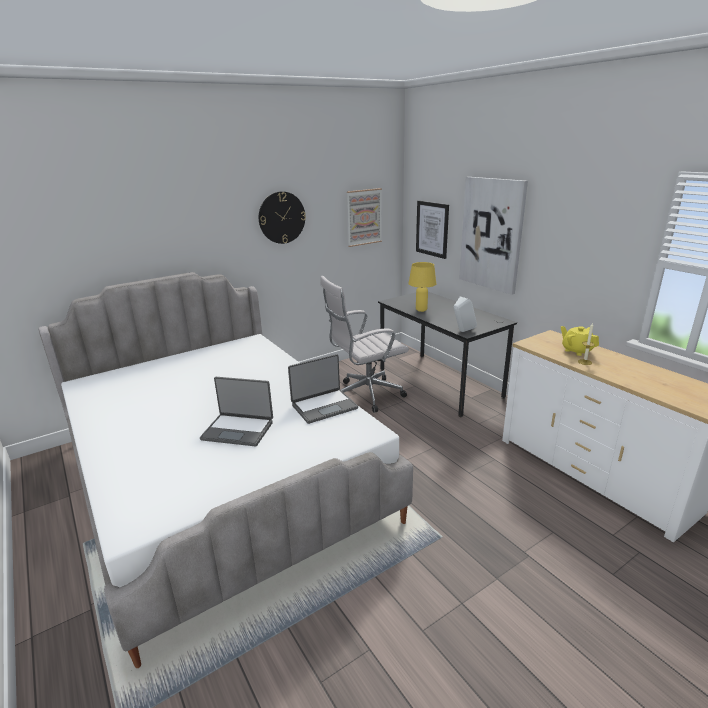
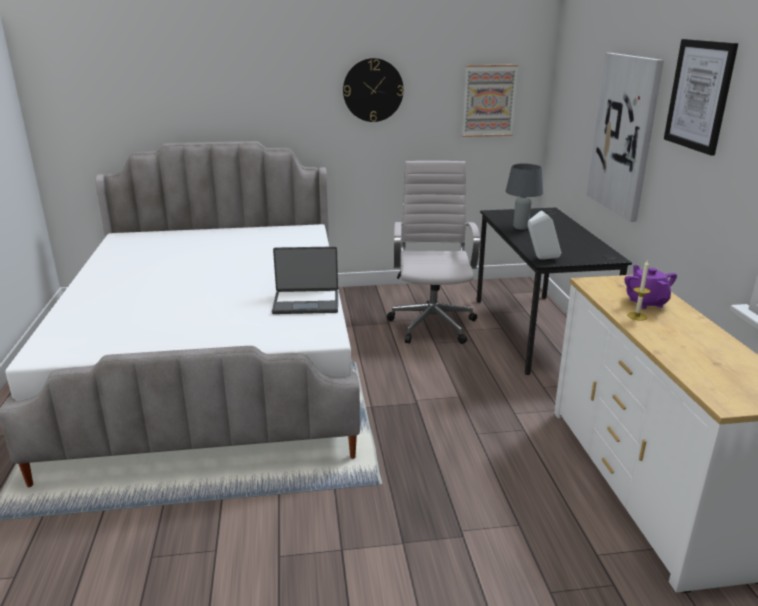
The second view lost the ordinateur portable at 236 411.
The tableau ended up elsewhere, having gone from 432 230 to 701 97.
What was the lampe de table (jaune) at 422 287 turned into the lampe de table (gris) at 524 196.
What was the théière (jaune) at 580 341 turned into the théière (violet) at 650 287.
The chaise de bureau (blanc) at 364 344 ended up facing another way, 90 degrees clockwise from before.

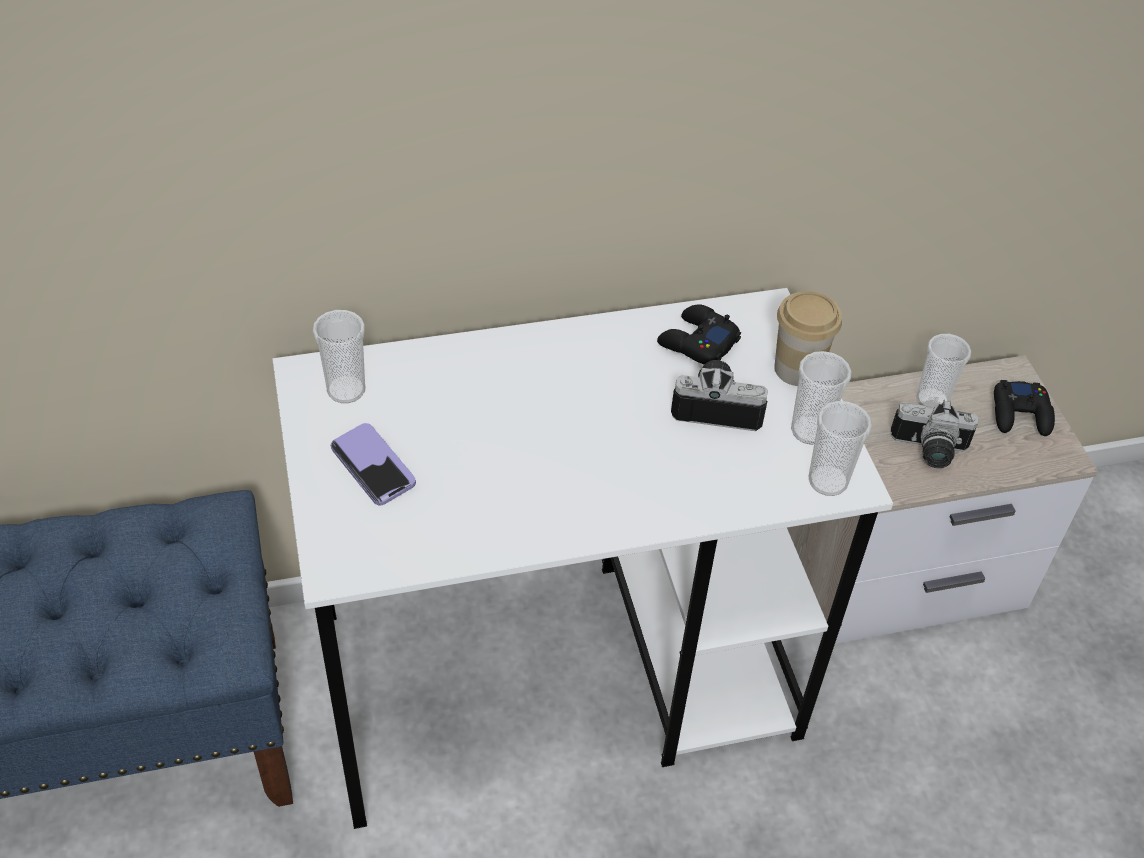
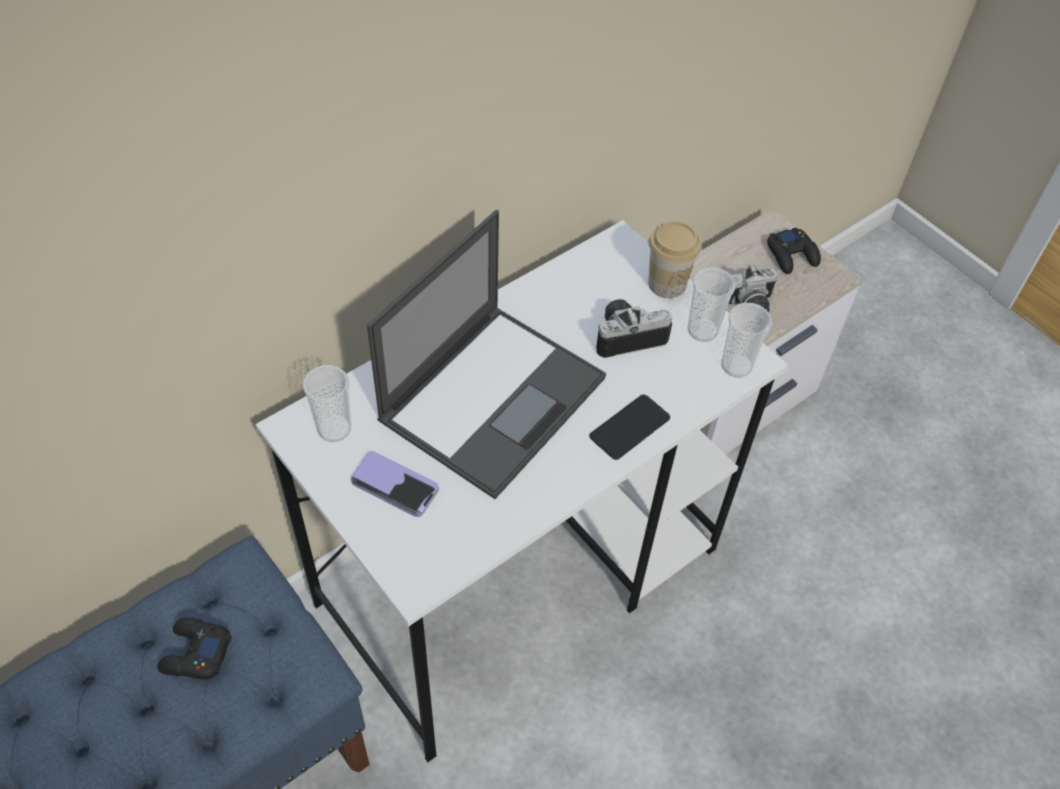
The second view lost the tasse at 943 370.
The second view gained the ordinateur portable at 486 354.
The second view gained the téléphone at 629 427.
The manette (noir) ended up elsewhere, having gone from 699 334 to 194 648.

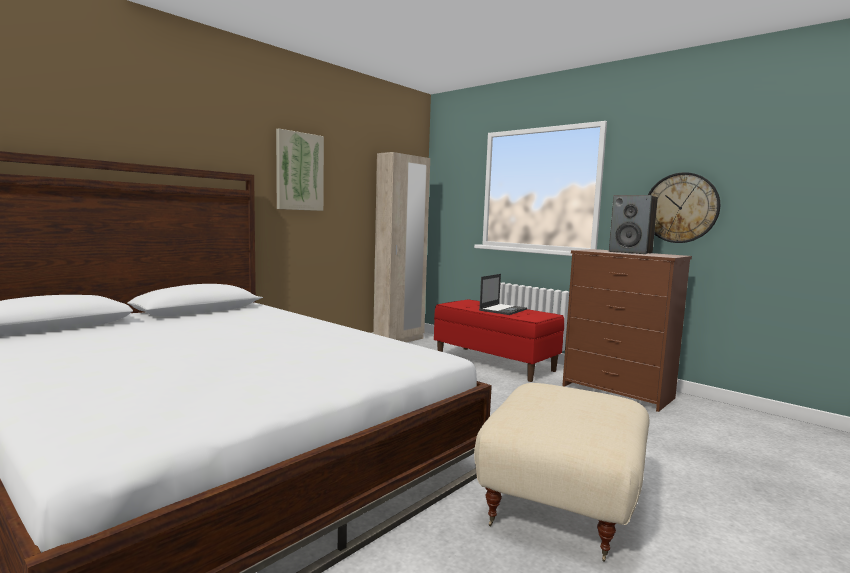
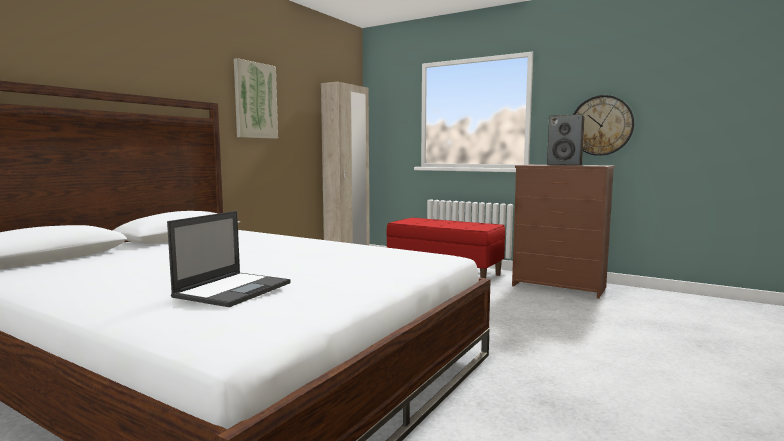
The second view lost the pouf (beige) at 561 472.
The ordinateur portable ended up elsewhere, having gone from 503 294 to 229 259.

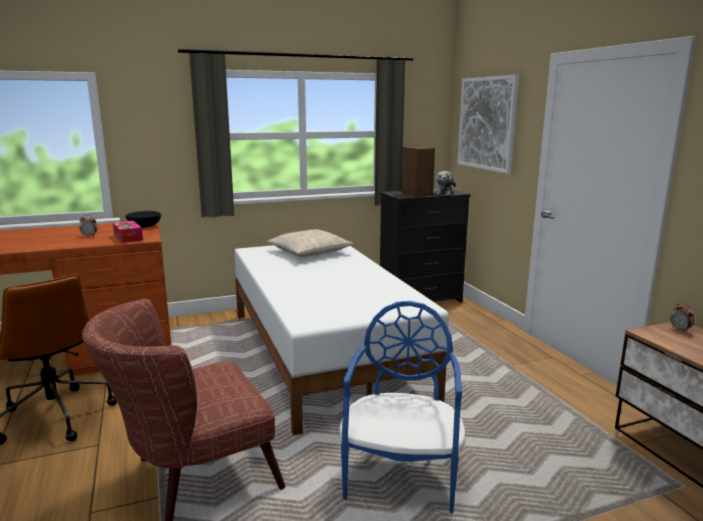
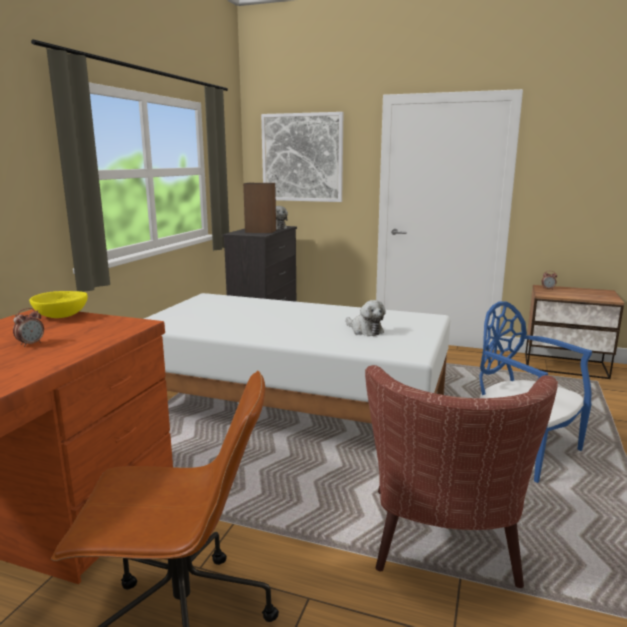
The second view lost the boîte à mouchoirs at 128 232.
The second view lost the coussin (beige) at 310 243.
The second view gained the peluche at 366 318.
What was the bol (noir) at 143 219 turned into the bol (jaune) at 58 304.

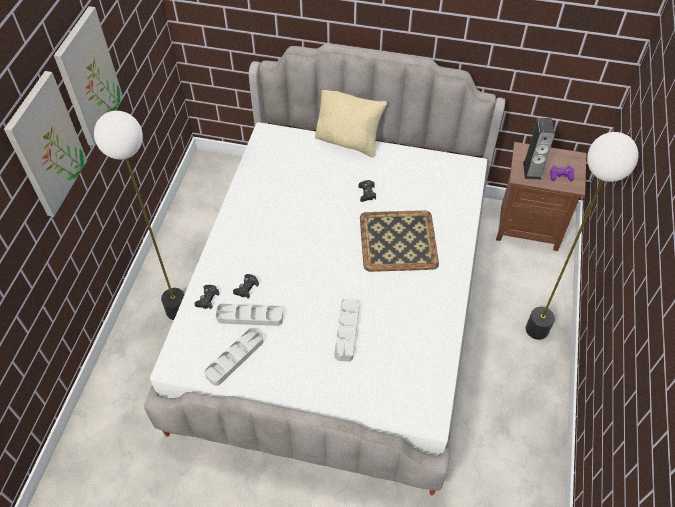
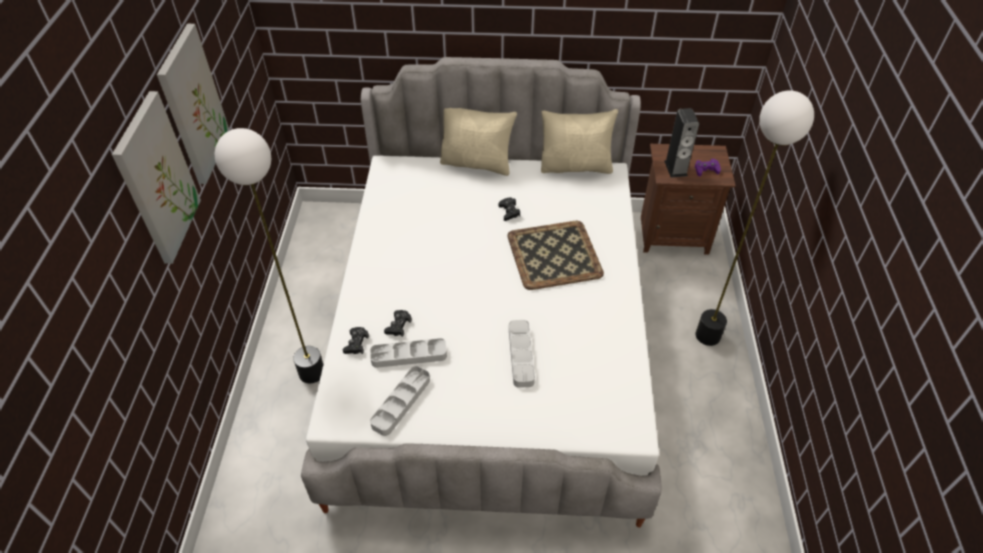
The second view gained the coussin (beige) at 579 141.

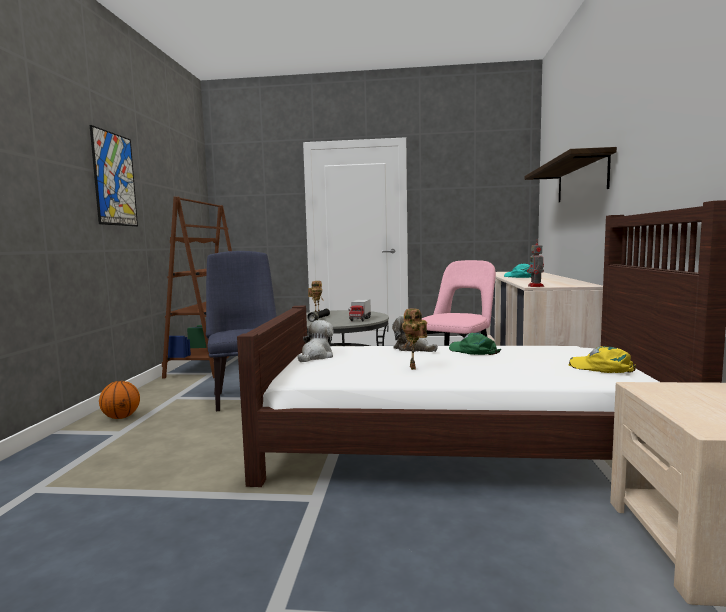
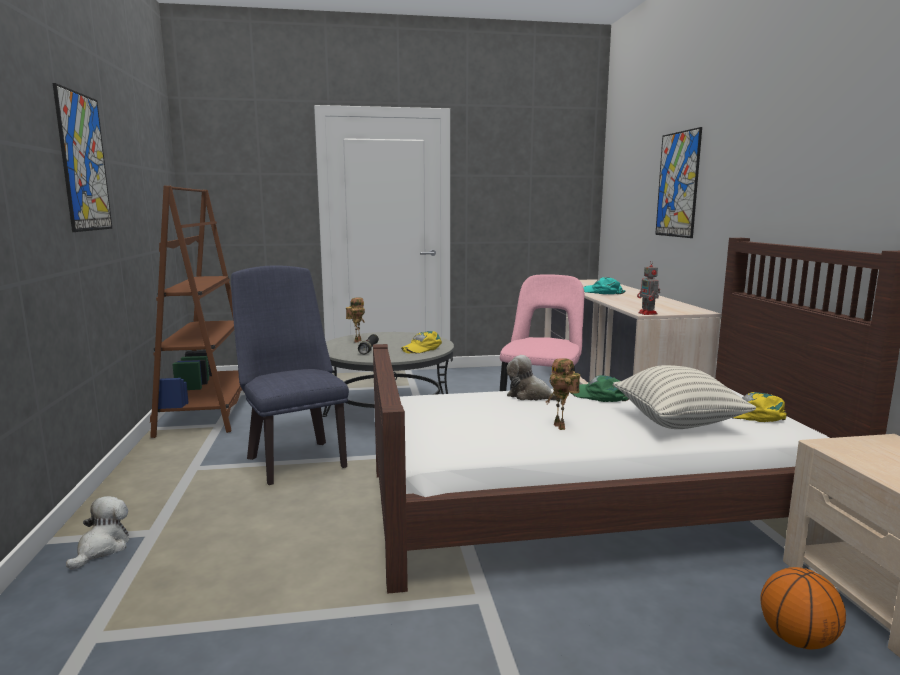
The second view gained the coussin at 684 397.
The ballon de basket ended up elsewhere, having gone from 119 400 to 803 608.
The peluche ended up elsewhere, having gone from 316 341 to 97 533.
Where the camion jouet stood at 360 310, the casquette (jaune) came to stand at 421 342.
Where the étagère hung at 570 174, the tableau came to hang at 678 182.

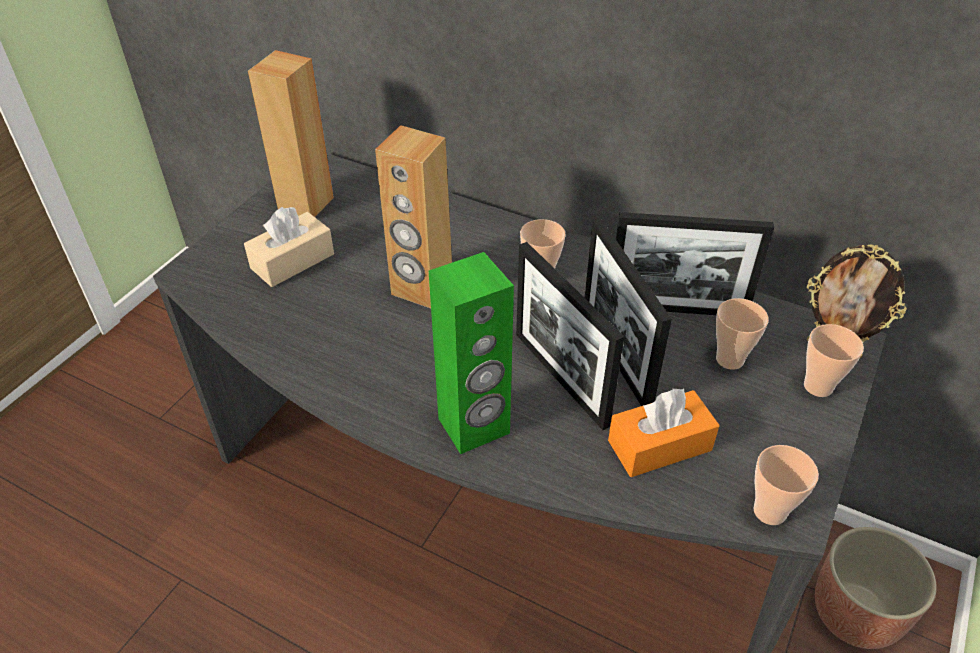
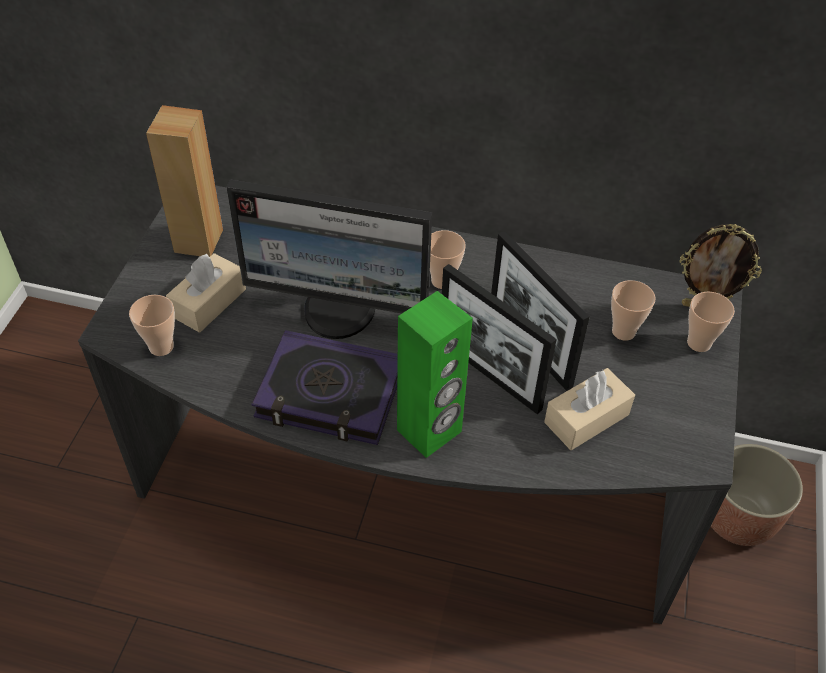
The second view lost the cadre photo at 695 263.
The second view gained the livre at 324 387.
The tasse ended up elsewhere, having gone from 786 485 to 152 325.
Where the enceinte (marron) stood at 413 216, the écran d'ordinateur came to stand at 329 259.
What was the boîte à mouchoirs (orange) at 664 432 turned into the boîte à mouchoirs (beige) at 589 409.

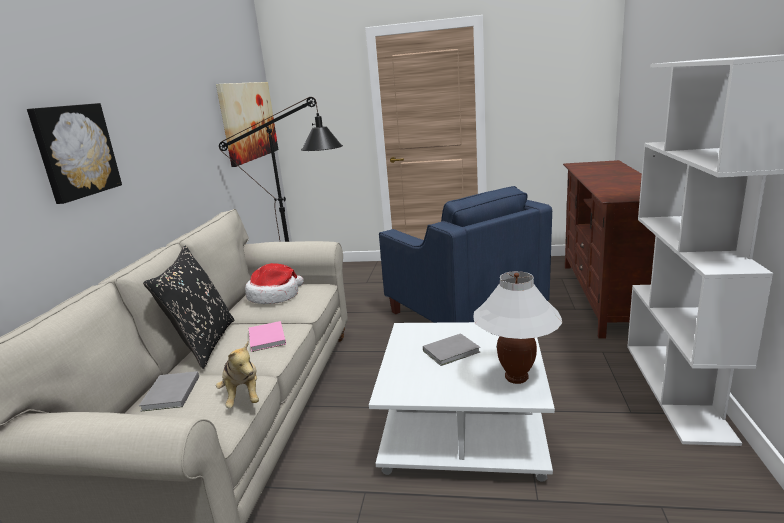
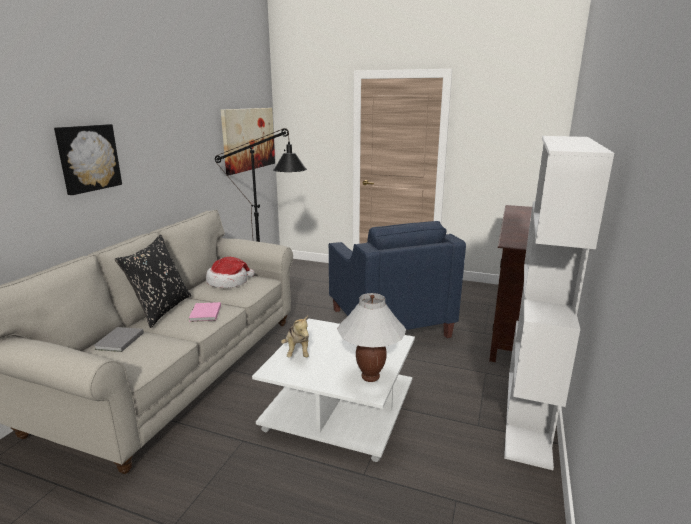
The second view lost the livre (gris) at 451 349.
The peluche ended up elsewhere, having gone from 237 374 to 295 336.

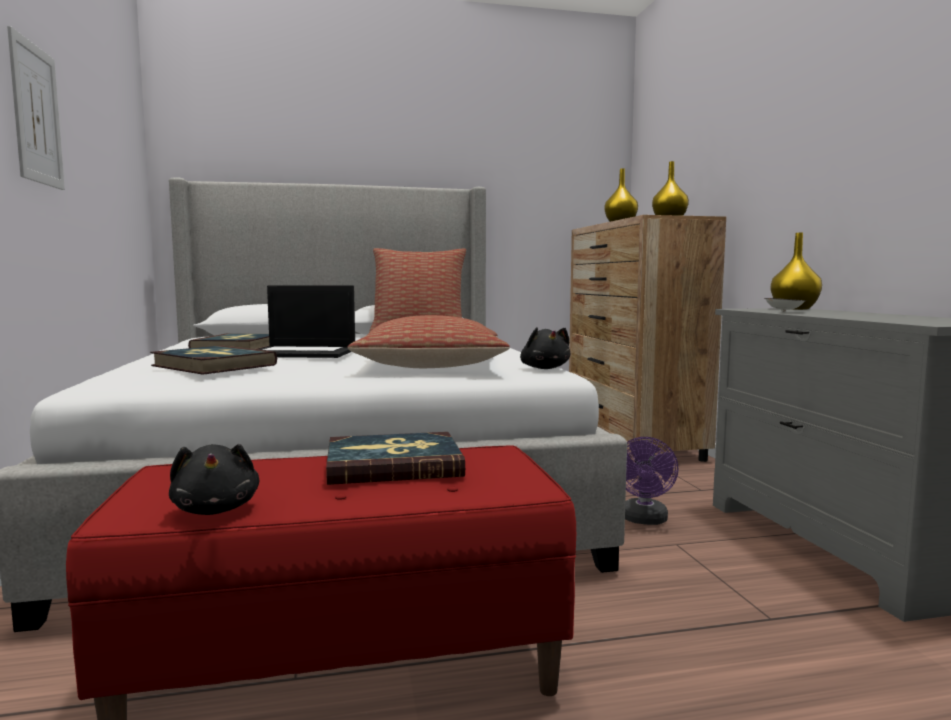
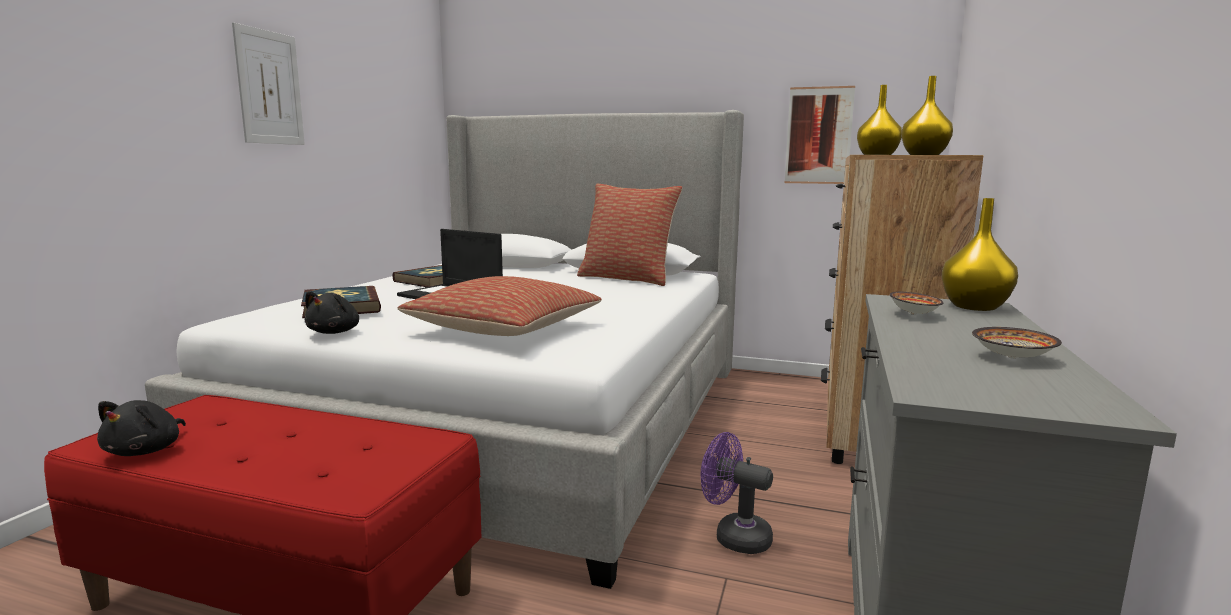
The second view lost the livre at 395 458.
The second view gained the tableau at 819 135.
The second view gained the bol at 1017 343.
The peluche (noir) ended up elsewhere, having gone from 545 348 to 331 312.
The ventilateur (violet) at 652 481 ended up facing another way, 75 degrees clockwise from before.

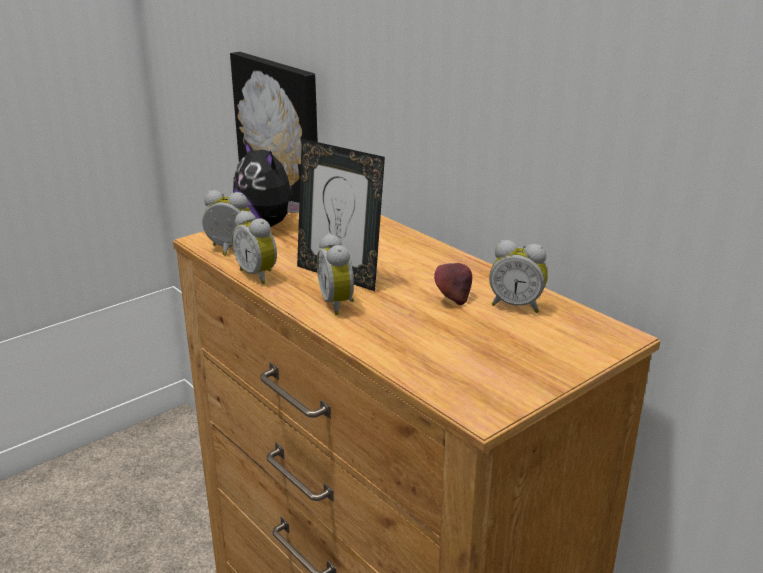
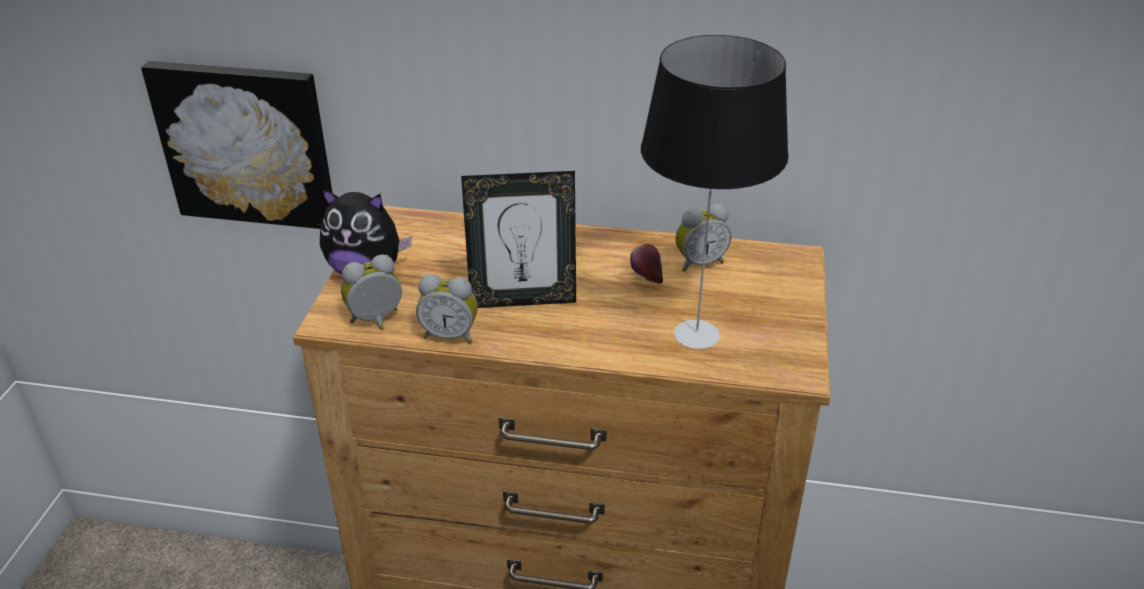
The second view lost the réveil at 335 274.
The second view gained the lampe de table at 715 192.

